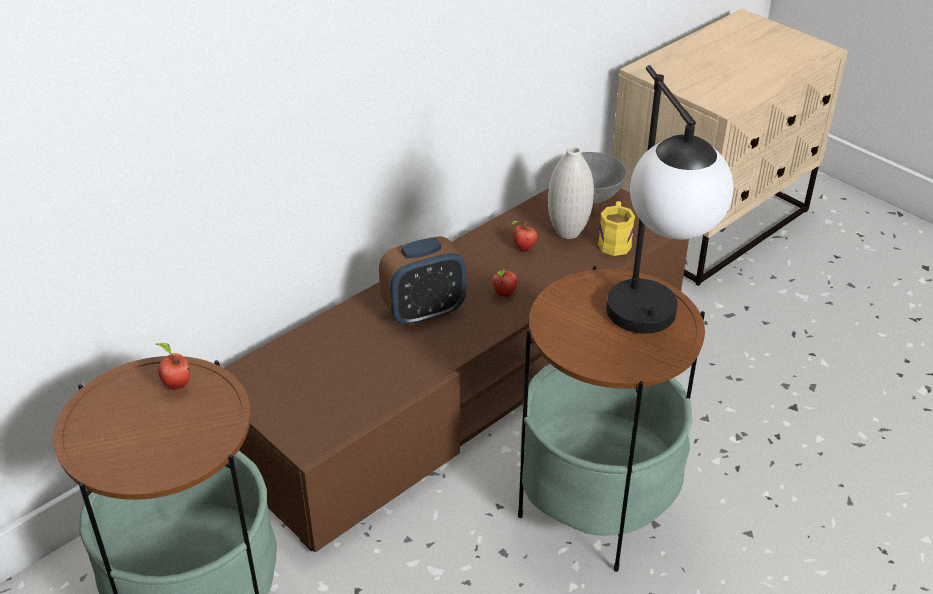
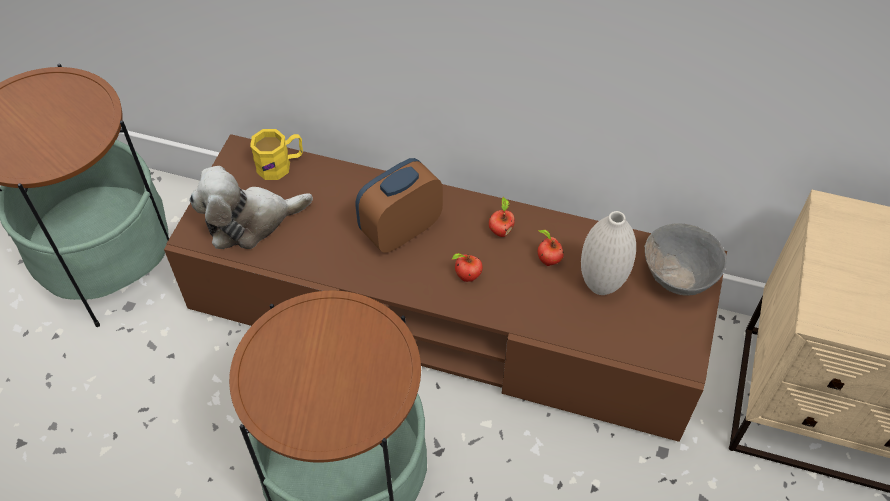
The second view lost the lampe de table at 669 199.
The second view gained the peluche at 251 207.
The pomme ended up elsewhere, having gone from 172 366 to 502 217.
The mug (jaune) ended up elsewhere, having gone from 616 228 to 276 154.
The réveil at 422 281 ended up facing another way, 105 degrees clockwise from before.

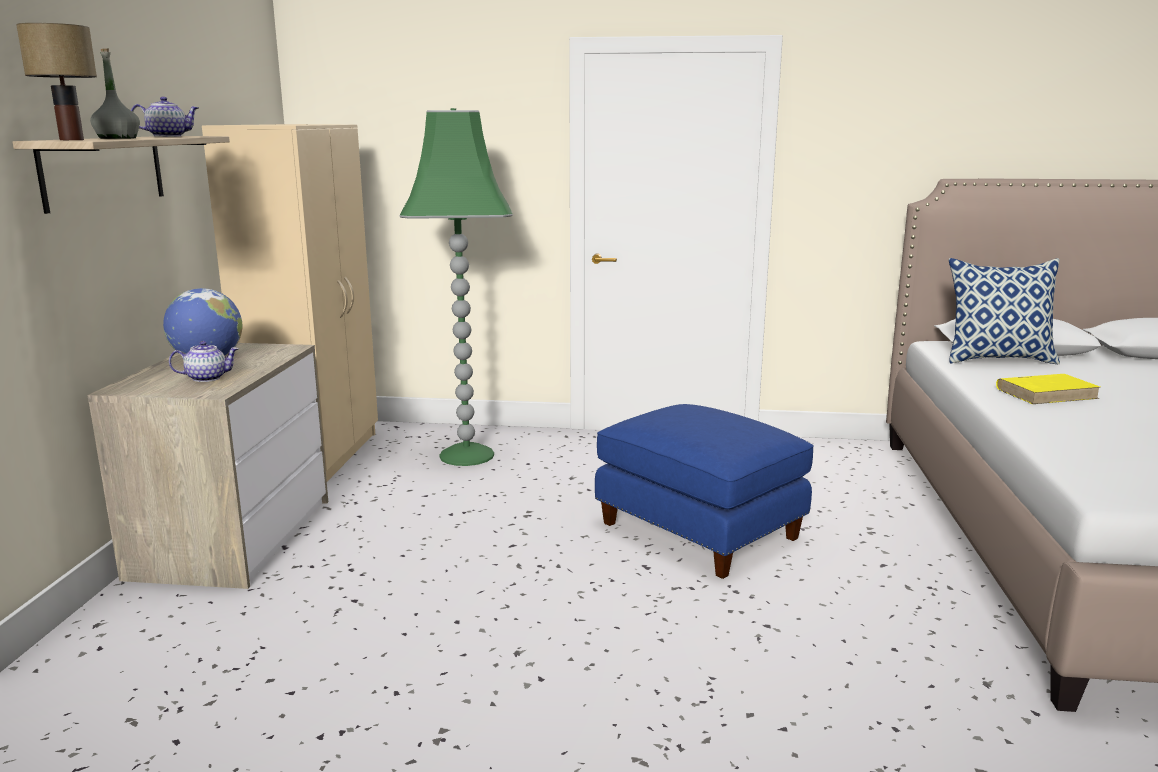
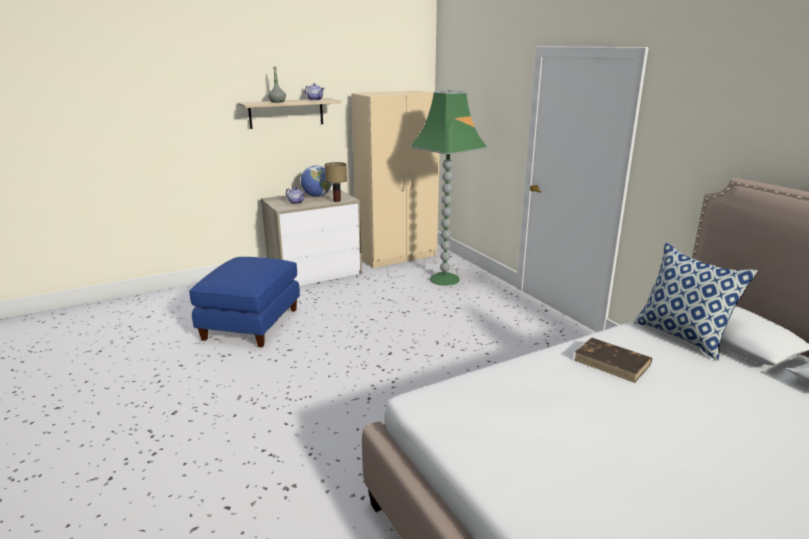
The lampe de table ended up elsewhere, having gone from 56 81 to 336 182.
The pouf (bleu) ended up elsewhere, having gone from 704 491 to 245 302.
What was the livre (jaune) at 1048 389 turned into the livre (marron) at 613 360.

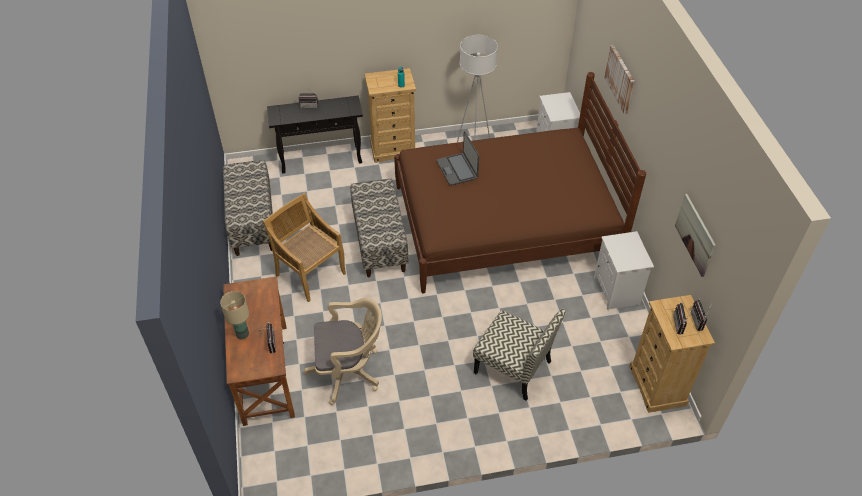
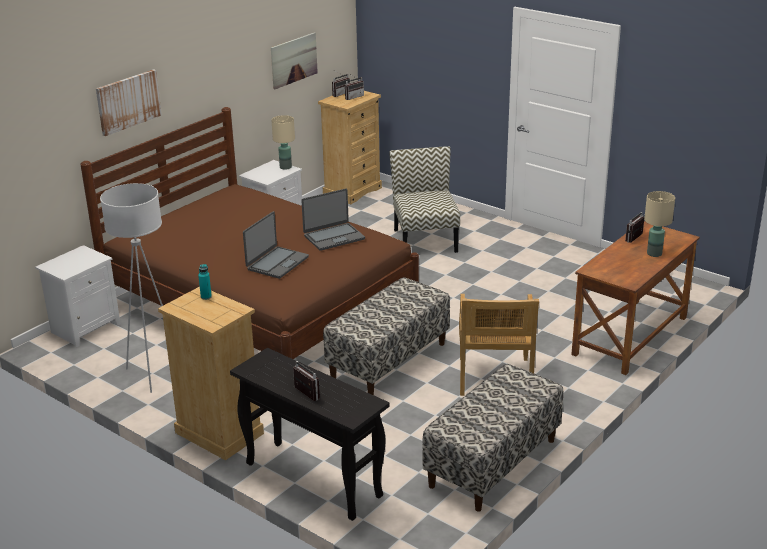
The second view lost the chaise de bureau (beige) at 343 351.
The second view gained the lampe de table (beige) at 283 142.
The second view gained the ordinateur portable at 333 220.

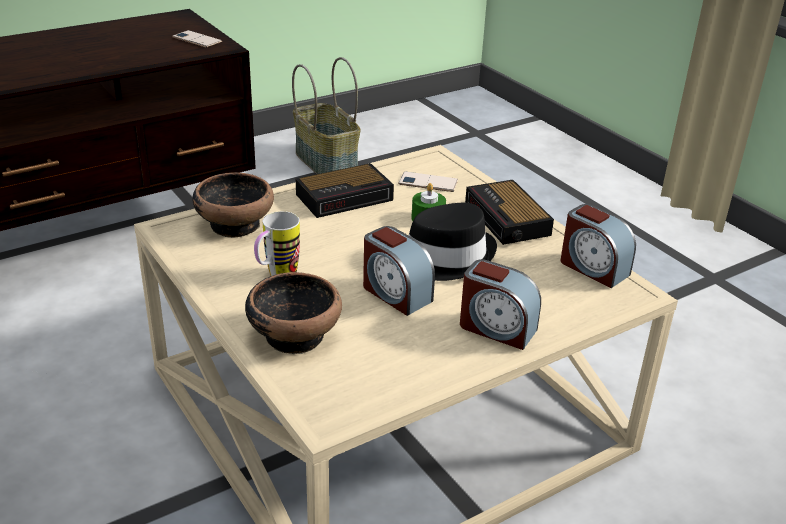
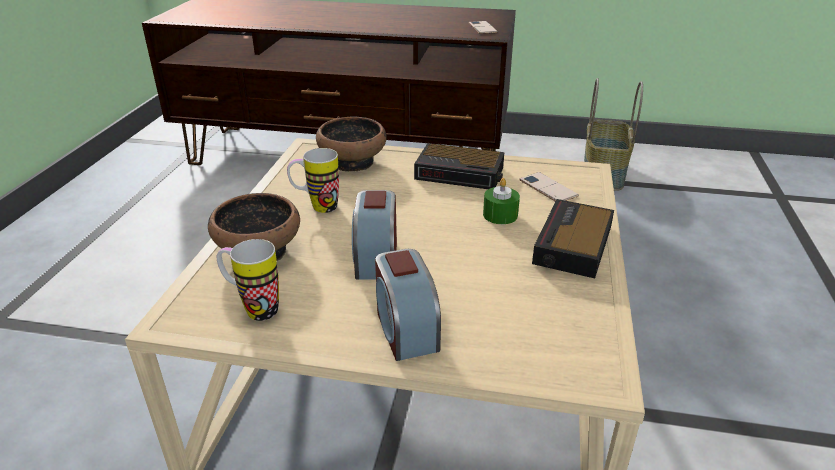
The second view lost the chapeau (noir) at 453 242.
The second view lost the réveil at 598 246.
The second view gained the mug at 248 280.

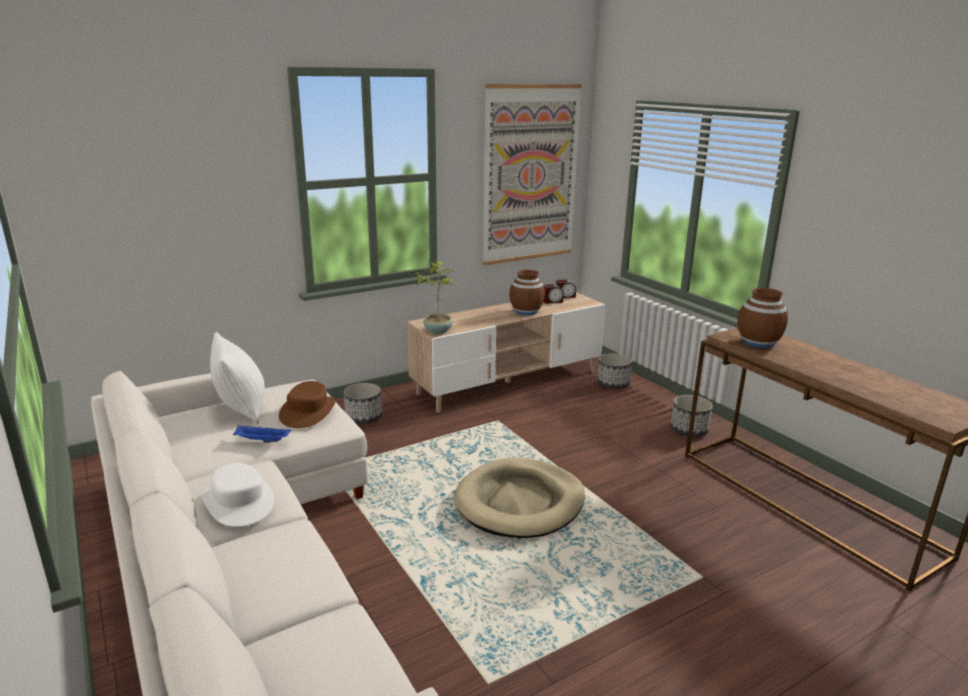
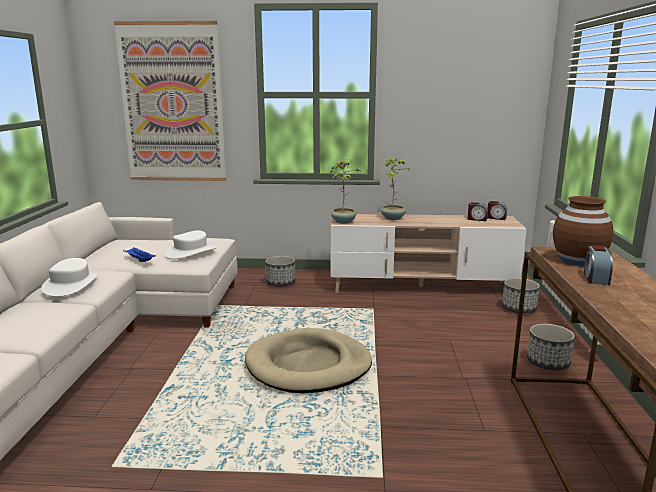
The second view lost the coussin (blanc) at 237 378.
The second view lost the vase (marron) at 527 292.
The second view gained the plante en pot at 395 188.
The second view gained the réveil at 598 265.
The tableau ended up elsewhere, having gone from 532 174 to 170 101.
What was the chapeau (marron) at 307 404 turned into the chapeau (blanc) at 190 244.

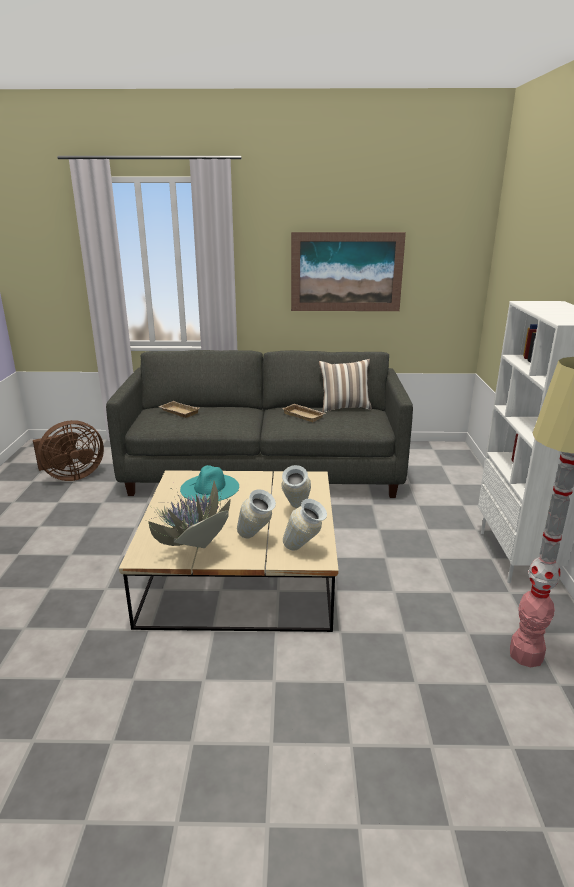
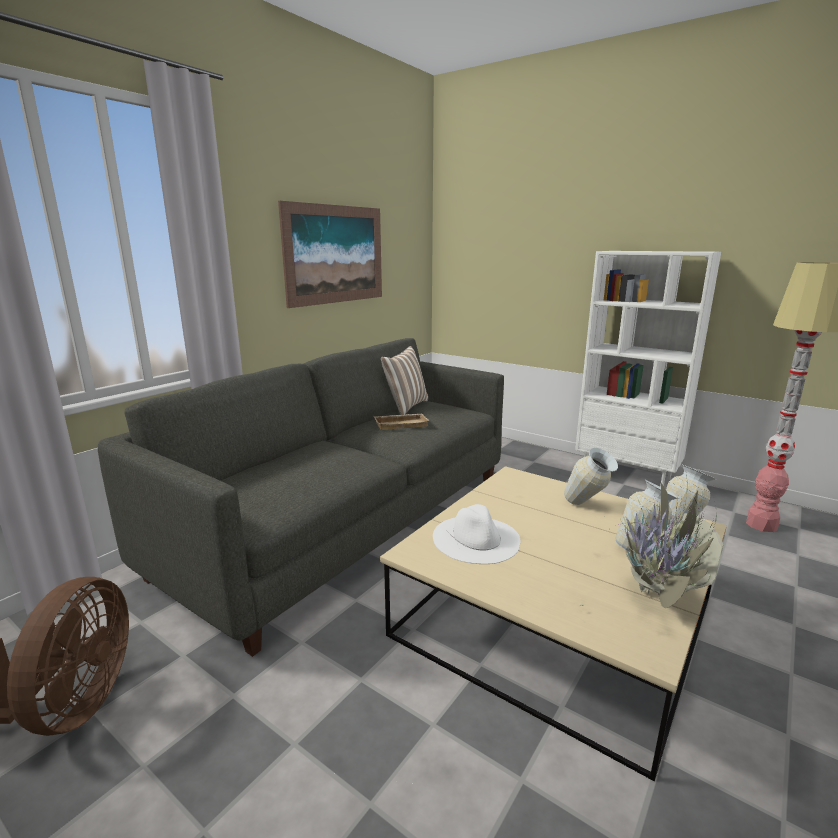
The second view lost the plateau (beige) at 179 409.
What was the chapeau (turquoise) at 209 483 turned into the chapeau (blanc) at 477 534.

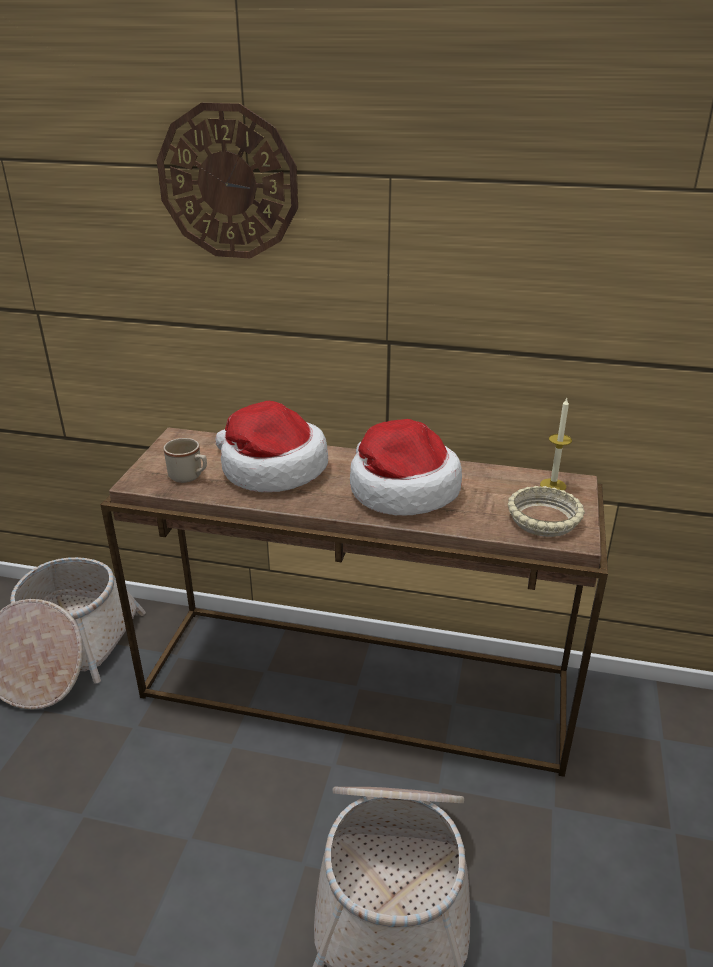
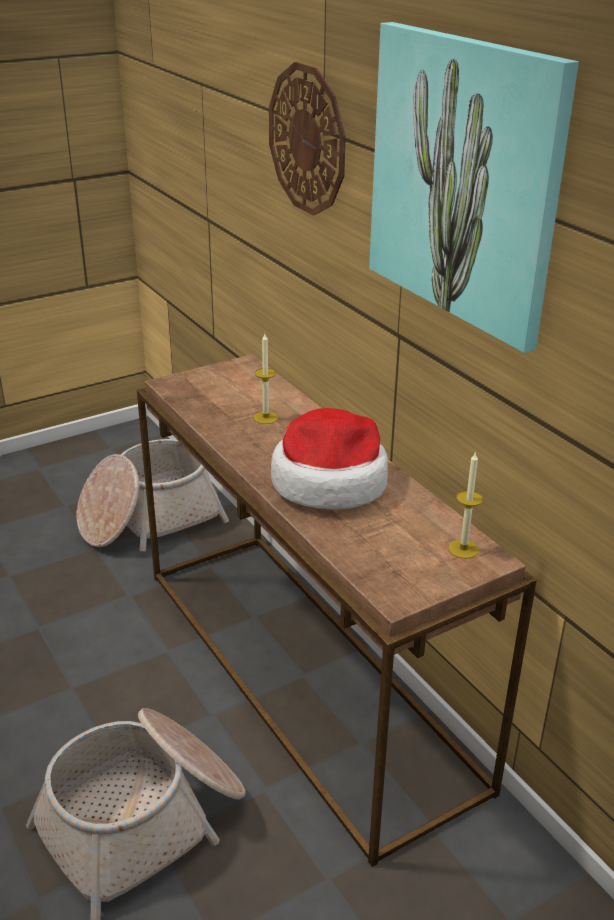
The second view lost the mug (beige) at 185 460.
The second view lost the bol (beige) at 546 511.
The second view gained the tableau at 474 187.
Where the chapeau stood at 271 446, the bougie came to stand at 266 379.

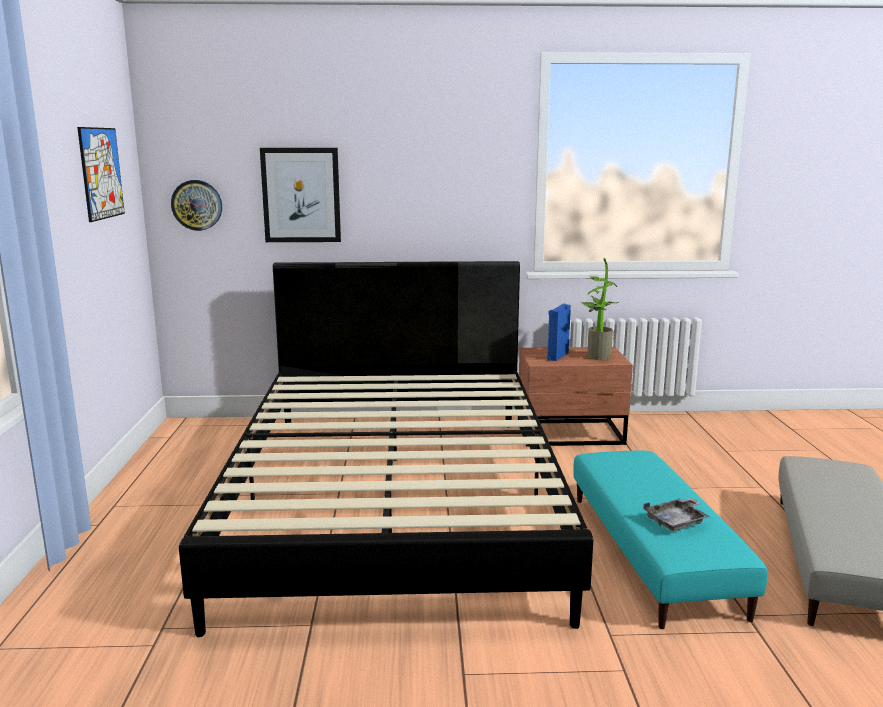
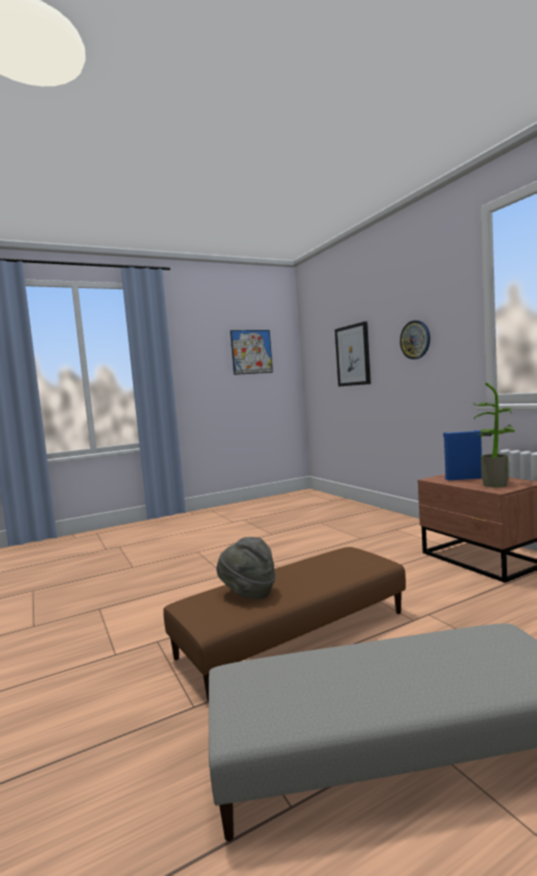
The second view lost the lit (noir) at 386 449.
The horloge murale ended up elsewhere, having gone from 196 205 to 415 339.
Where the plateau (gris) stood at 676 514, the chapeau (gris) came to stand at 246 568.
What was the pouf (turquoise) at 670 540 turned into the pouf (marron) at 284 624.

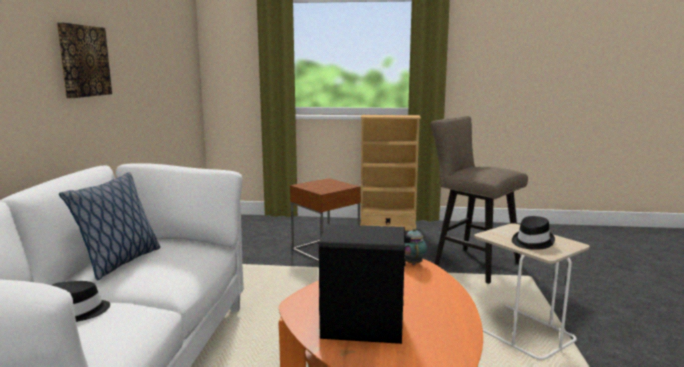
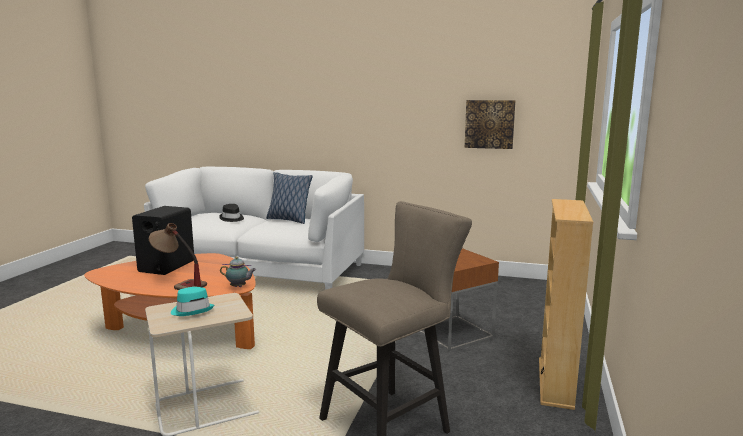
The second view gained the lampe de table at 178 256.
The tableau ended up elsewhere, having gone from 84 60 to 490 124.
What was the chapeau (noir) at 533 233 turned into the chapeau (turquoise) at 192 301.

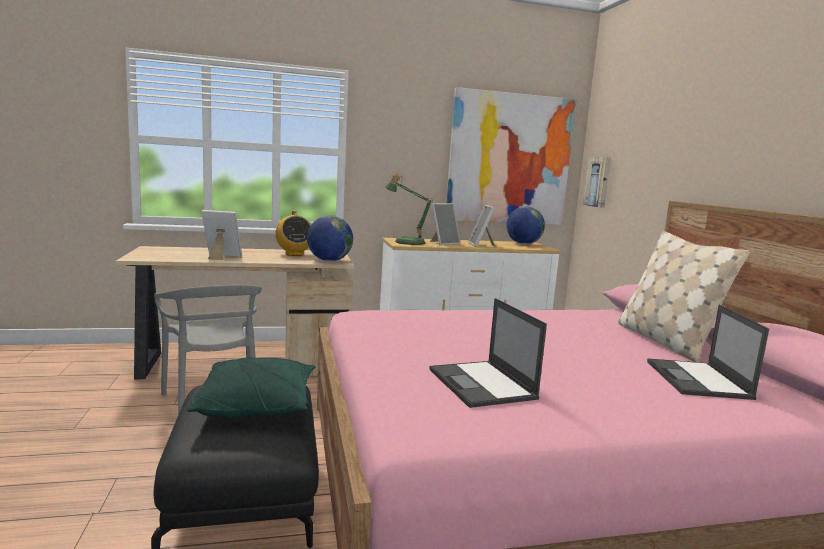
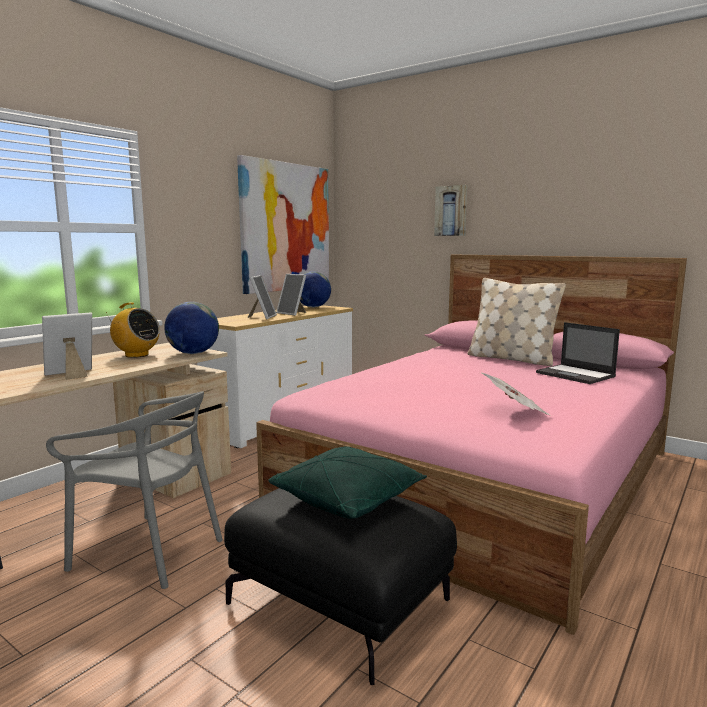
The second view lost the lampe de table at 409 209.
The tableau ended up elsewhere, having gone from 597 182 to 450 210.
Where the ordinateur portable stood at 488 353, the journal came to stand at 516 394.

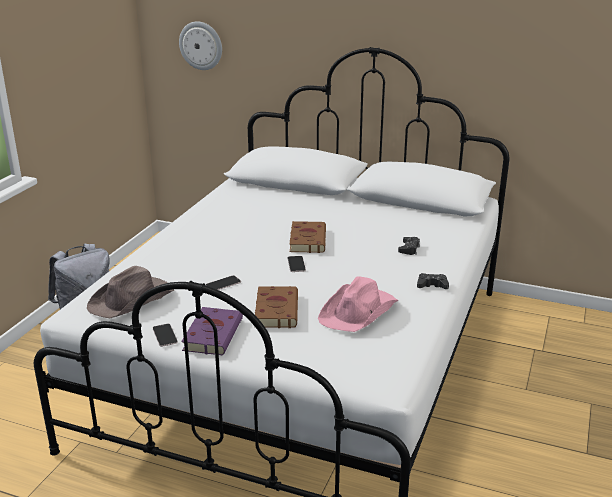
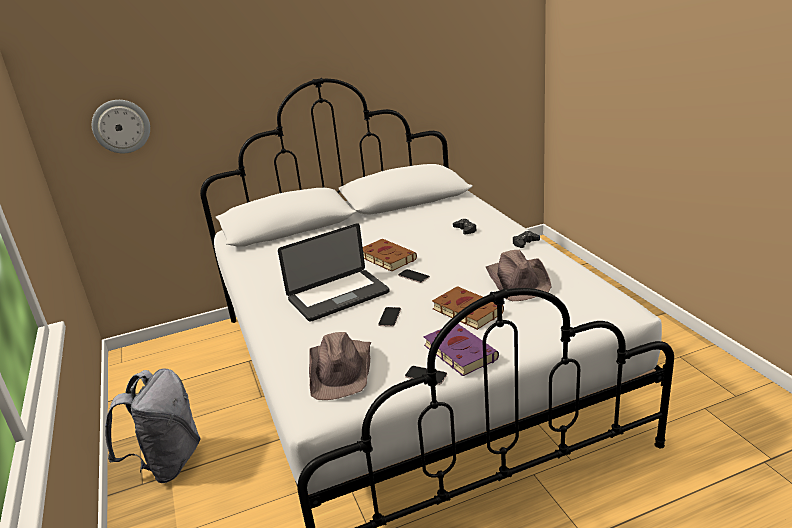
The second view gained the ordinateur portable at 334 272.
What was the chapeau (rose) at 358 304 turned into the chapeau (marron) at 519 275.

